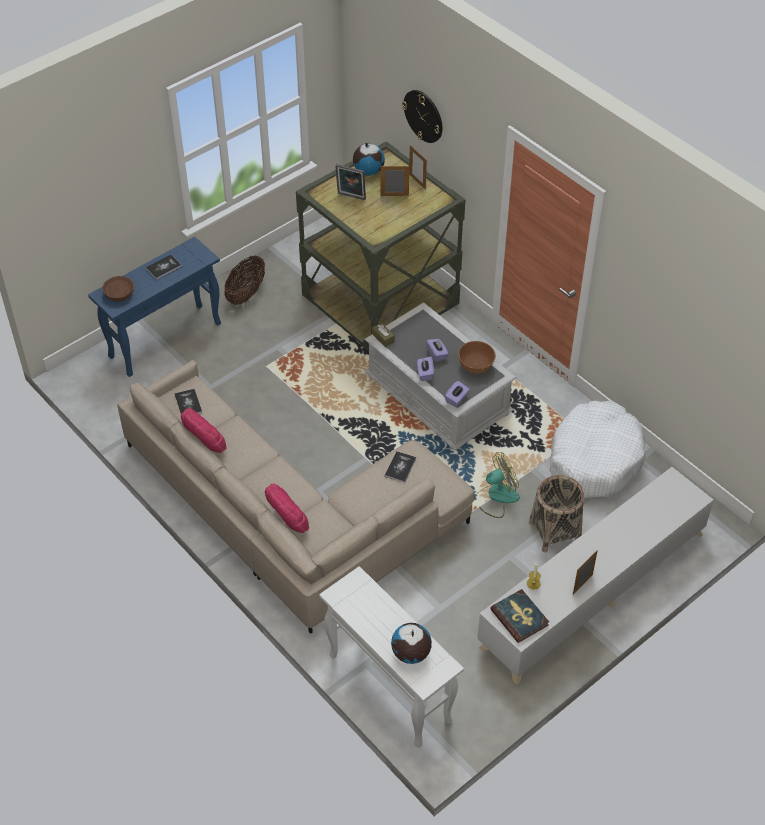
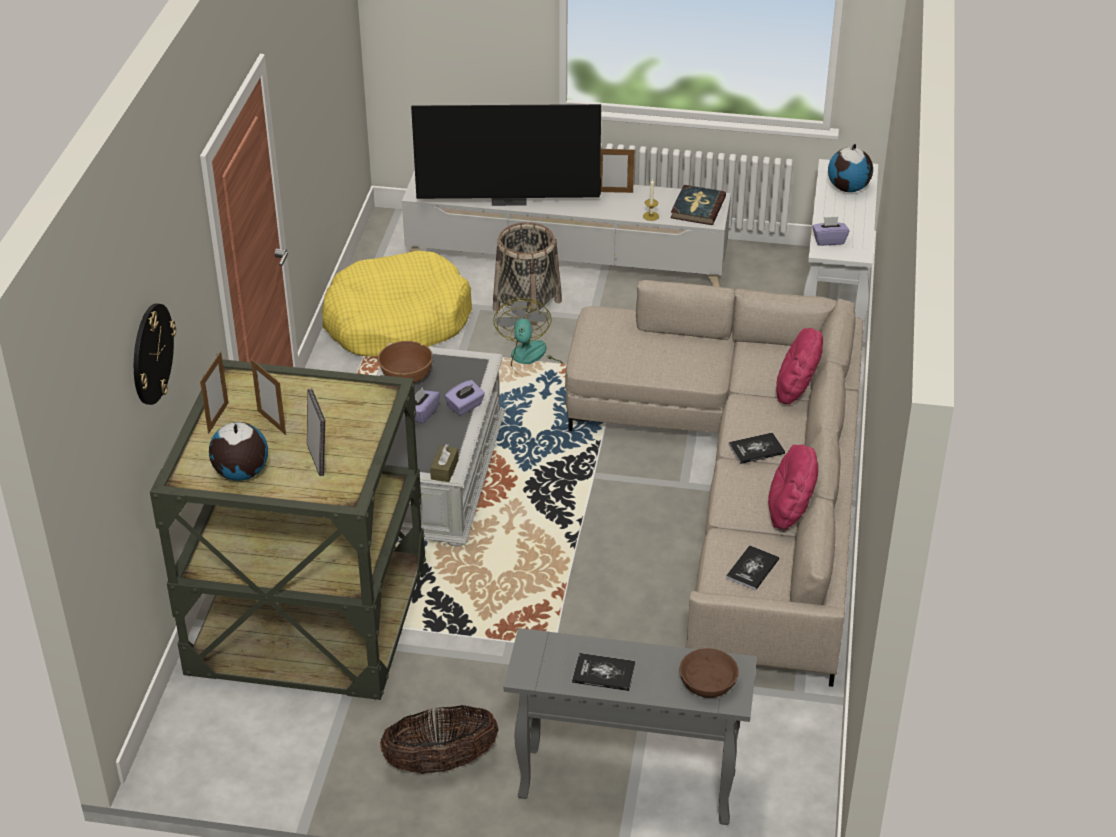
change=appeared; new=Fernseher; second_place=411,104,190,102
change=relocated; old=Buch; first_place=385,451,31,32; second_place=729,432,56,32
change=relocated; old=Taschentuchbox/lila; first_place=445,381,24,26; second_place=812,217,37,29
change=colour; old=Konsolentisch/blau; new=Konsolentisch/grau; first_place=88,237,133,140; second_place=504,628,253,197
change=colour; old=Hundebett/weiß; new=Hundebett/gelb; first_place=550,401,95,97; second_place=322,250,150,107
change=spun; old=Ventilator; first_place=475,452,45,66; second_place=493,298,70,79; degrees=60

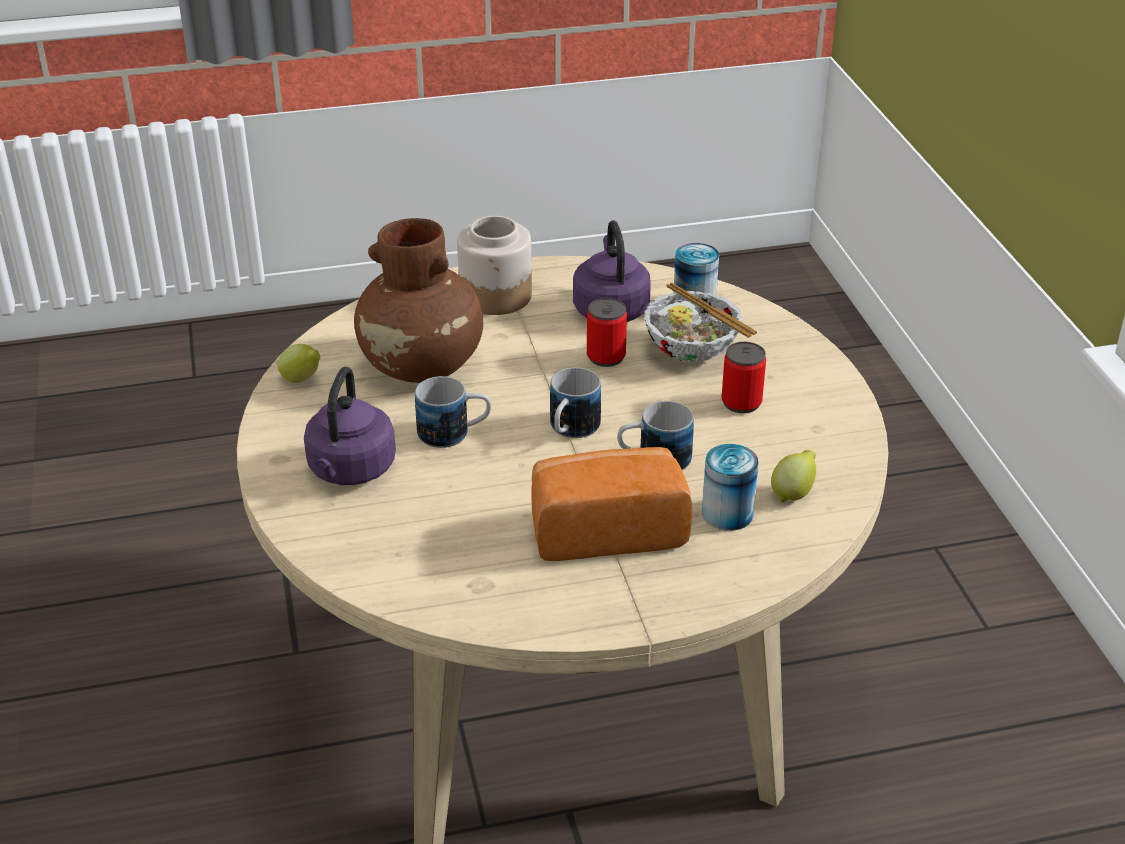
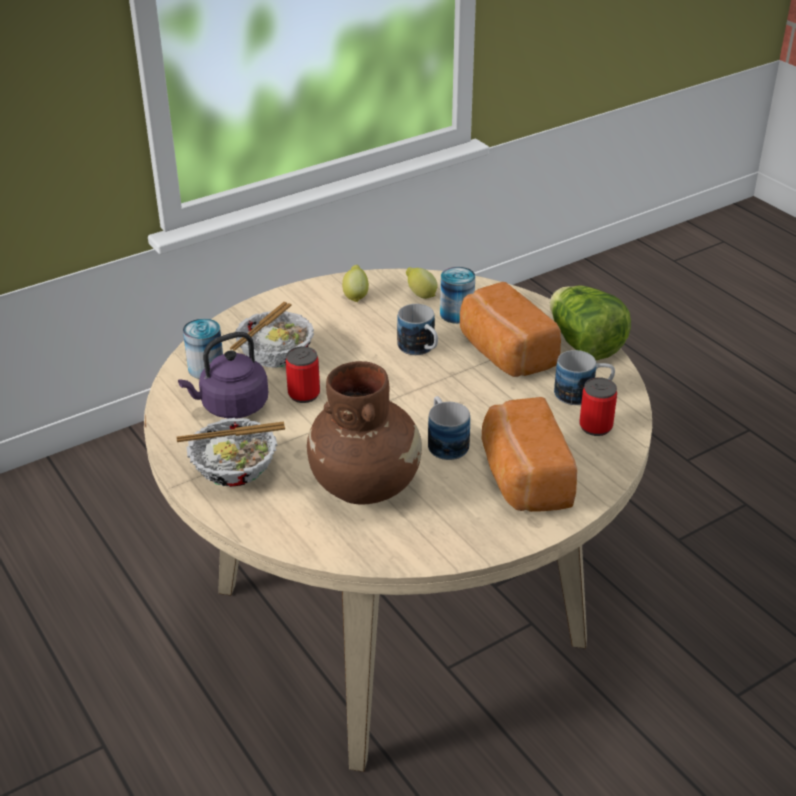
change=appeared; new=Salatkopf; second_place=550,285,81,75
change=relocated; old=Zitrone; first_place=278,344,42,39; second_place=342,265,27,37
change=relocated; old=Henkelbecher; first_place=550,367,51,71; second_place=554,350,61,55
change=relocated; old=Dose; first_place=721,342,45,71; second_place=579,377,38,59
change=exchanged; old=Wasserkessel/lila; new=Brot; first_place=304,367,92,118; second_place=482,397,95,115
change=exchanged; old=Vorratsglas; new=Schüssel; first_place=457,216,75,99; second_place=177,418,108,69

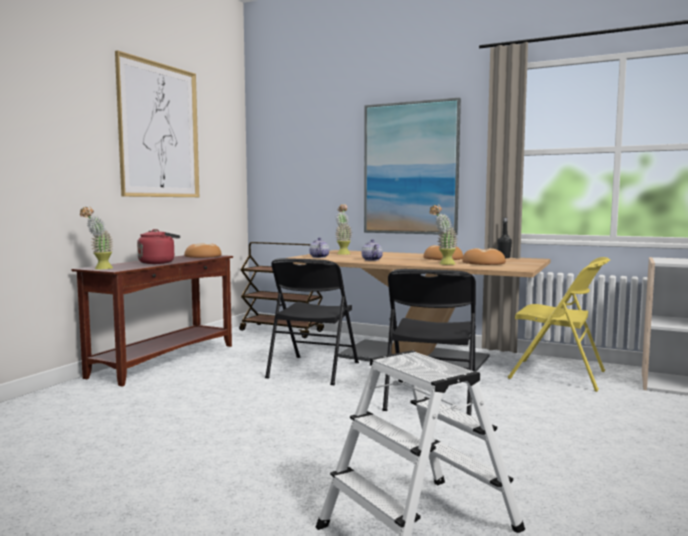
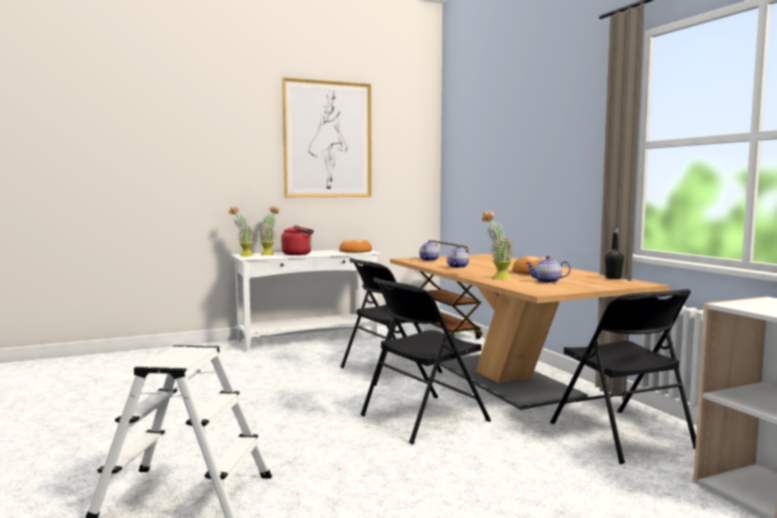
change=missing; old=Bild; first_place=364,98,97,137
change=relocated; old=Topfpflanze; first_place=335,204,18,51; second_place=259,206,21,49
change=exchanged; old=Brot; new=Teekanne; first_place=462,248,44,17; second_place=526,256,45,27
change=colour; old=Konsolentisch/braun; new=Konsolentisch/weiß; first_place=72,255,161,132; second_place=231,250,150,101
change=colour; old=Stuhl/gelb; new=Stuhl/schwarz; first_place=508,257,102,135; second_place=550,289,146,175

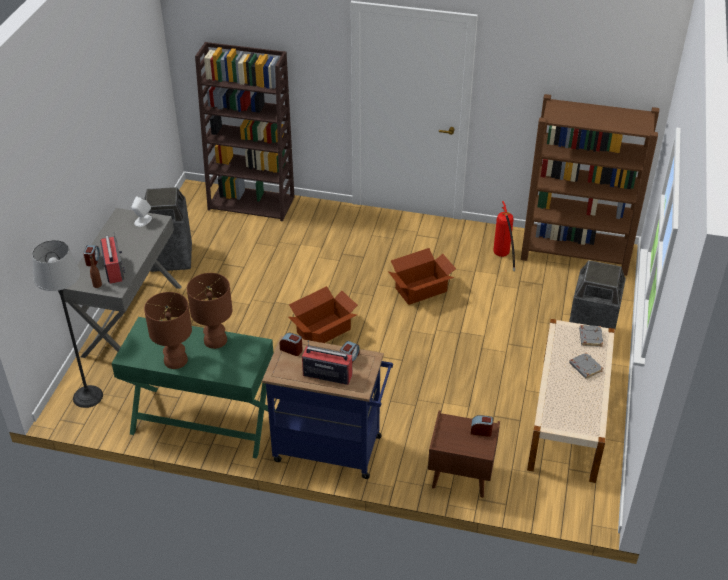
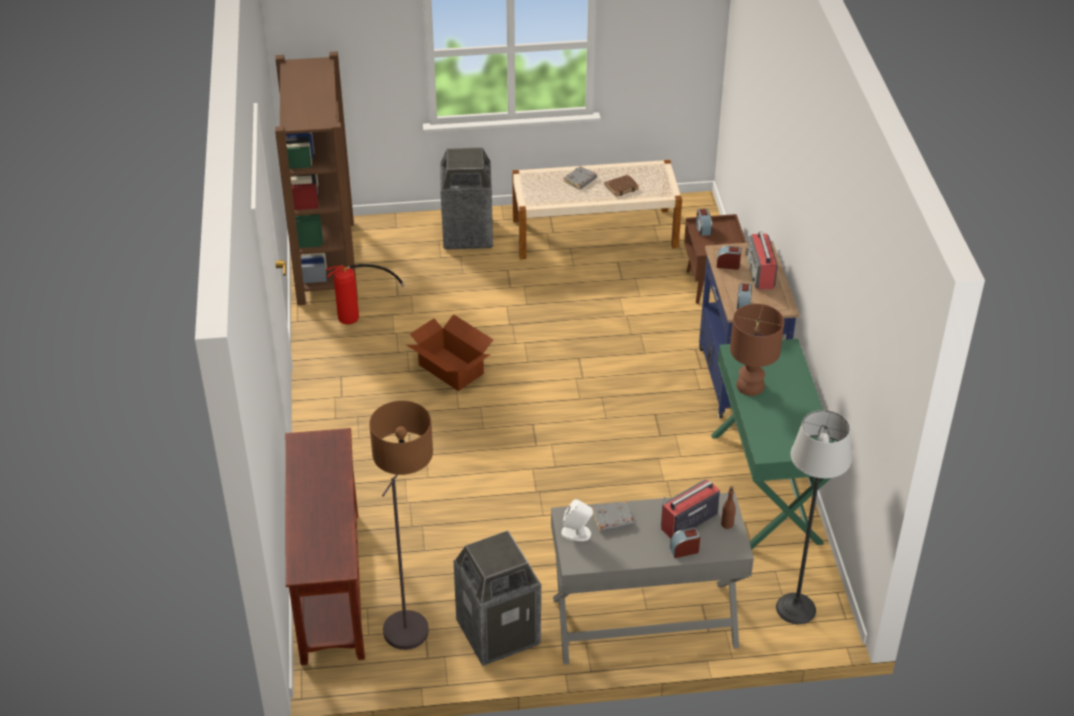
change=missing; old=Tischlampe/braun; first_place=144,292,48,77
change=missing; old=Karton; first_place=288,286,70,57
change=appeared; new=Stehlampe/braun; second_place=369,401,64,249
change=appeared; new=Buch/braun; second_place=605,175,34,22
change=relocated; old=Buch/grau; first_place=579,325,24,22; second_place=592,502,42,31
change=exchanged; old=Bücherregal/braun; new=Konsolentisch/braun; first_place=195,42,99,179; second_place=285,428,80,237

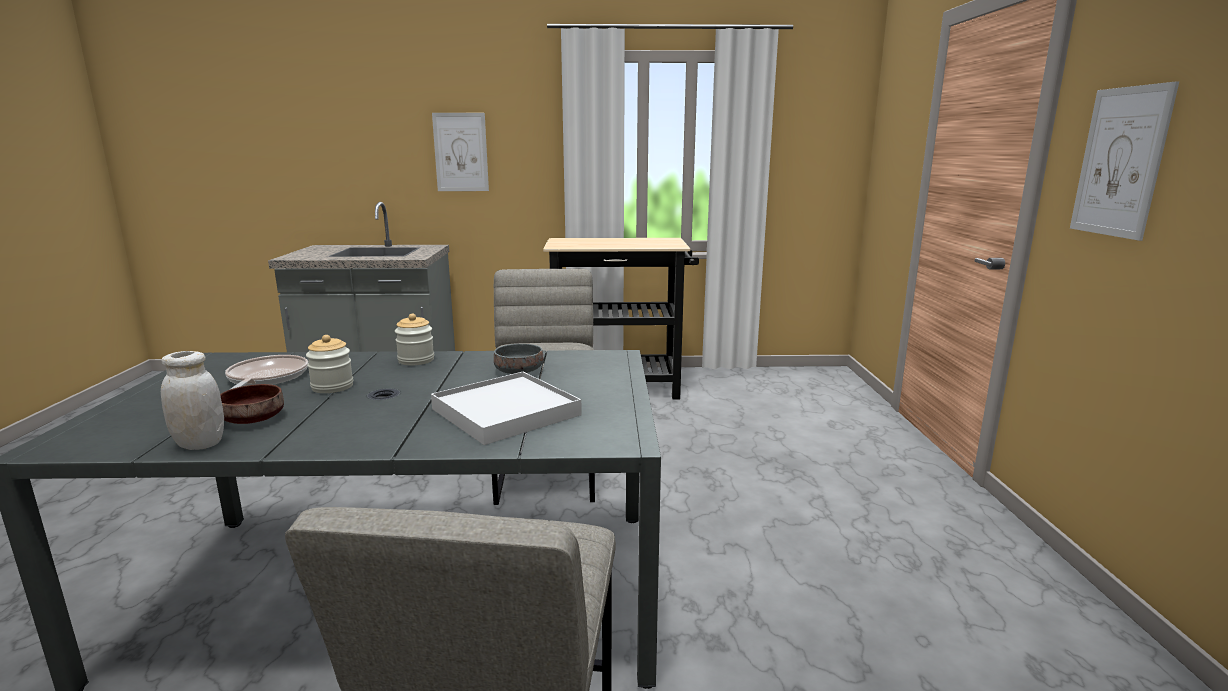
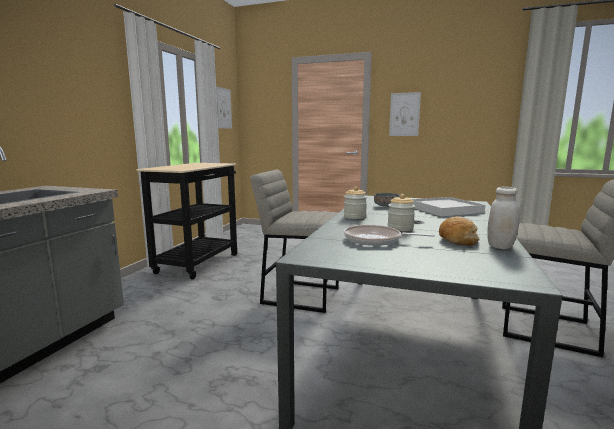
change=relocated; old=Bild; first_place=432,113,57,78; second_place=216,86,16,43
change=exchanged; old=Schüssel/braun; new=Brot; first_place=220,384,64,40; second_place=439,216,41,30

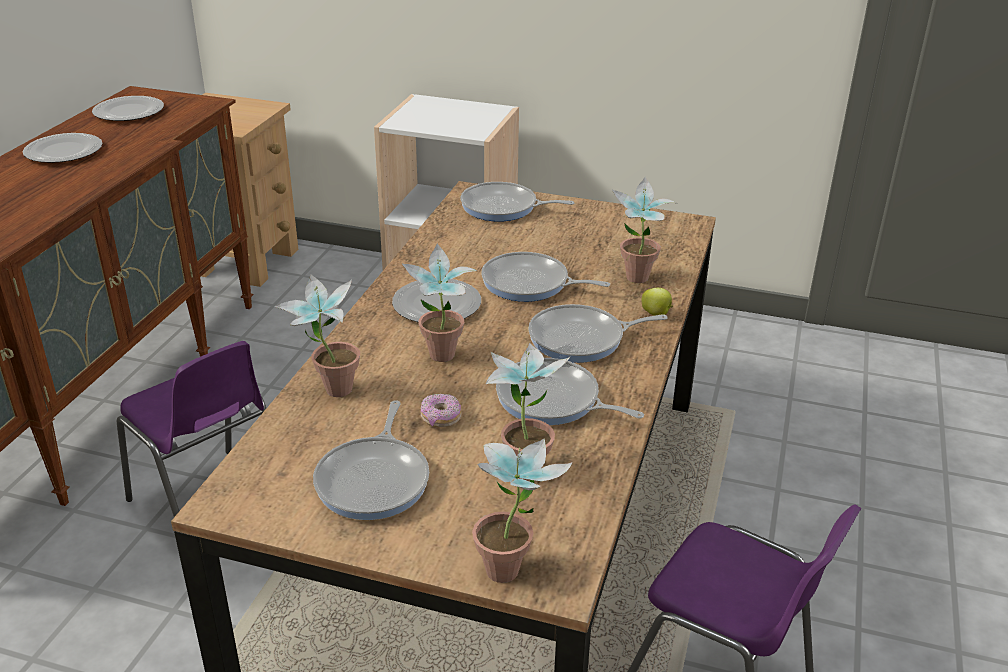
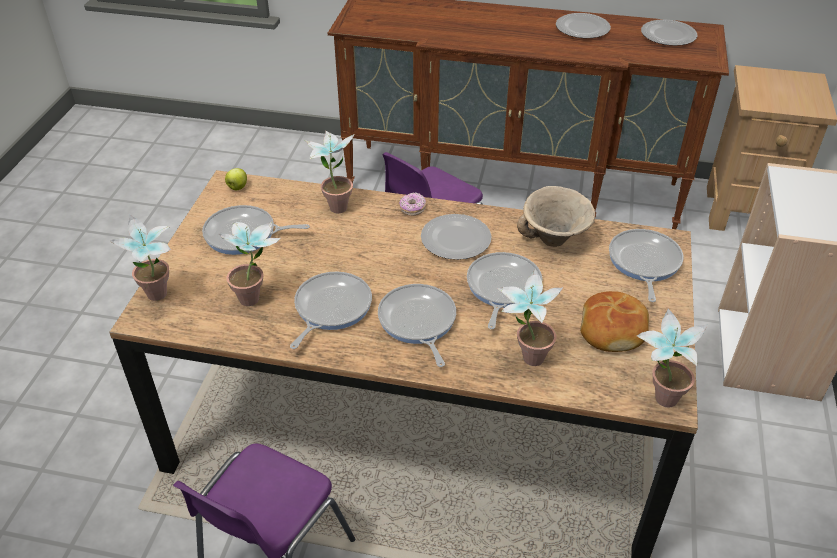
change=appeared; new=Schüssel/beige; second_place=517,186,78,61
change=appeared; new=Brot; second_place=580,291,69,61
change=relocated; old=Topfpflanze; first_place=402,244,75,118; second_place=637,309,70,99
change=relocated; old=Donut; first_place=421,394,40,34; second_place=399,192,27,24
change=relocated; old=Apfel; first_place=641,288,32,28; second_place=225,168,22,22

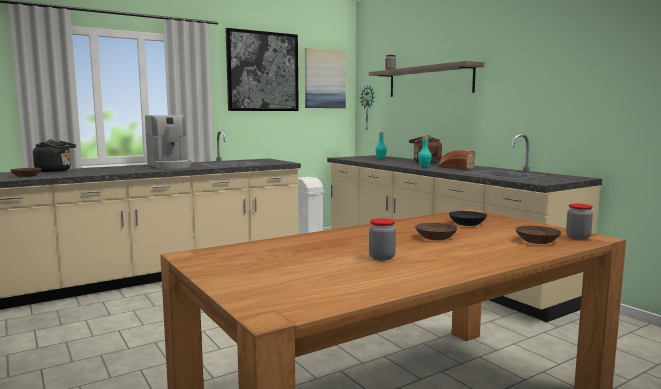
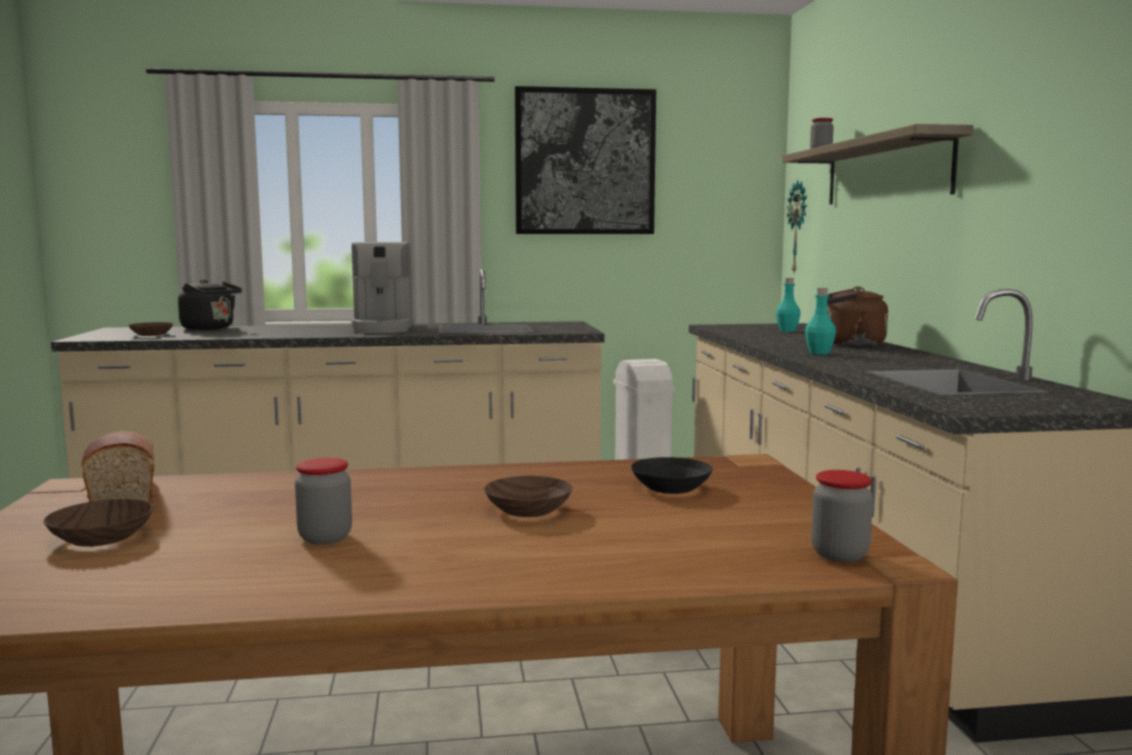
change=missing; old=Bild; first_place=305,48,41,60
change=relocated; old=Brot; first_place=439,150,36,20; second_place=81,431,73,72
change=relocated; old=Schüssel/braun; first_place=515,226,46,18; second_place=43,499,110,48

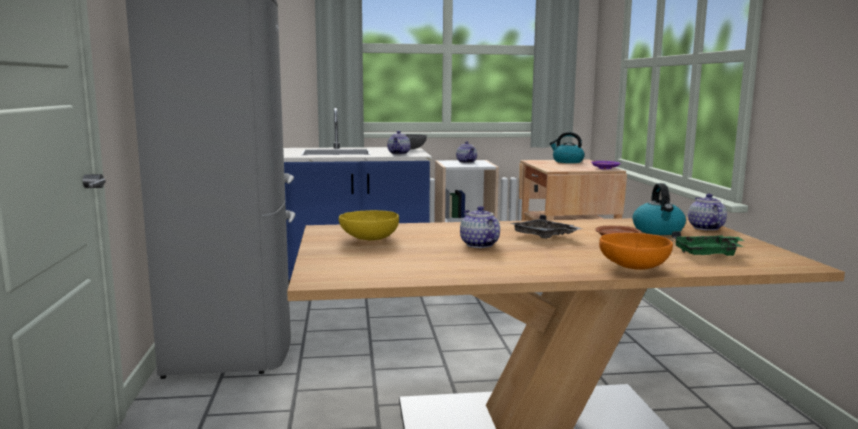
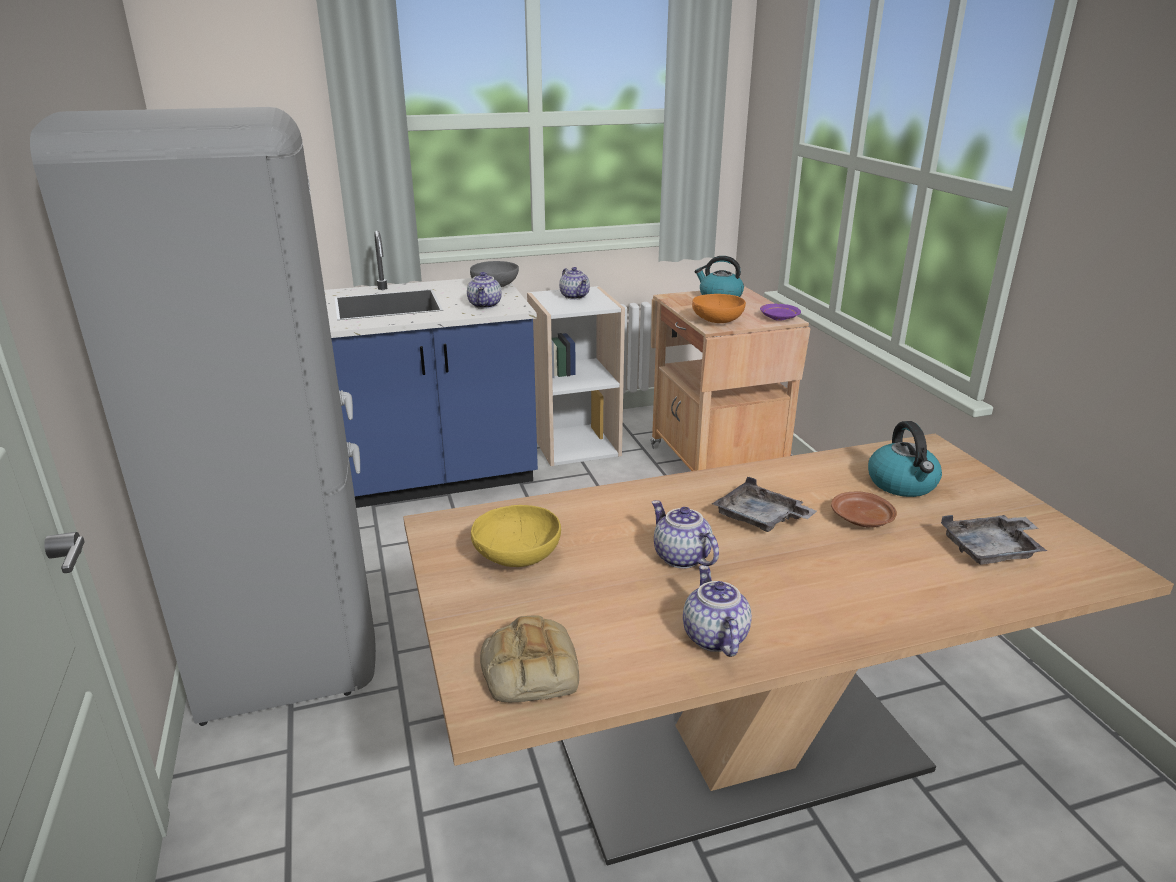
change=appeared; new=Brot; second_place=480,615,99,87
change=relocated; old=Schüssel/orange; first_place=599,233,74,37; second_place=692,294,54,29
change=relocated; old=Teekanne; first_place=688,194,39,37; second_place=683,565,69,92
change=colour; old=Tablett/grün; new=Tablett/grau; first_place=672,231,72,25; second_place=941,514,106,50

